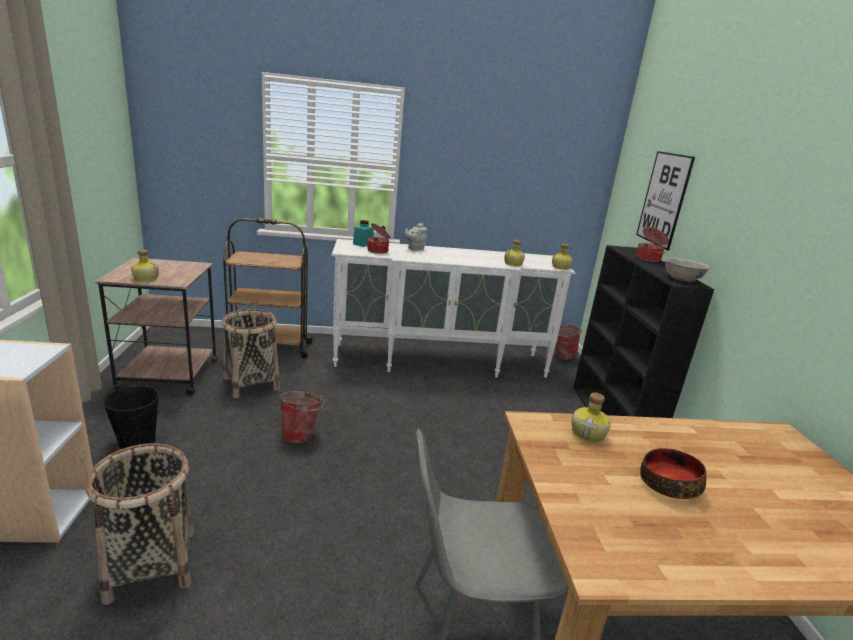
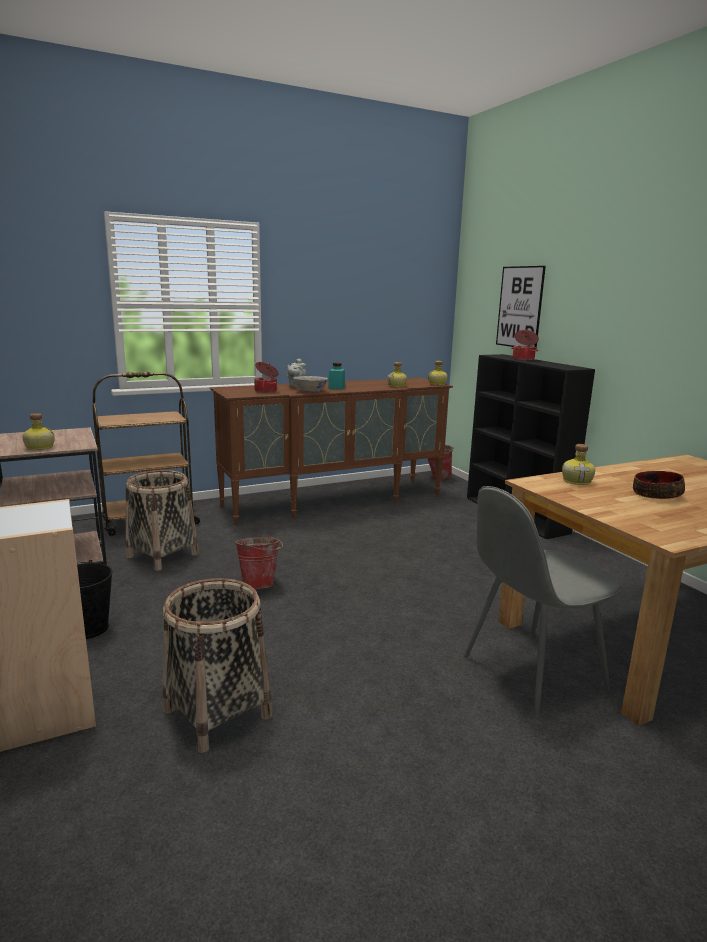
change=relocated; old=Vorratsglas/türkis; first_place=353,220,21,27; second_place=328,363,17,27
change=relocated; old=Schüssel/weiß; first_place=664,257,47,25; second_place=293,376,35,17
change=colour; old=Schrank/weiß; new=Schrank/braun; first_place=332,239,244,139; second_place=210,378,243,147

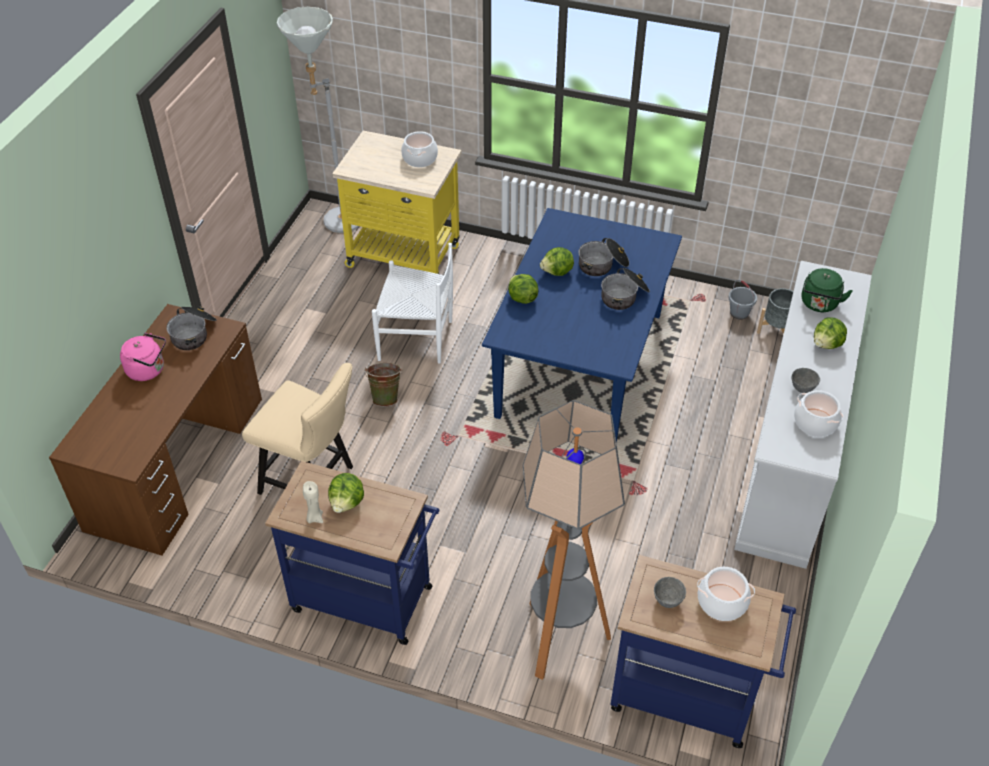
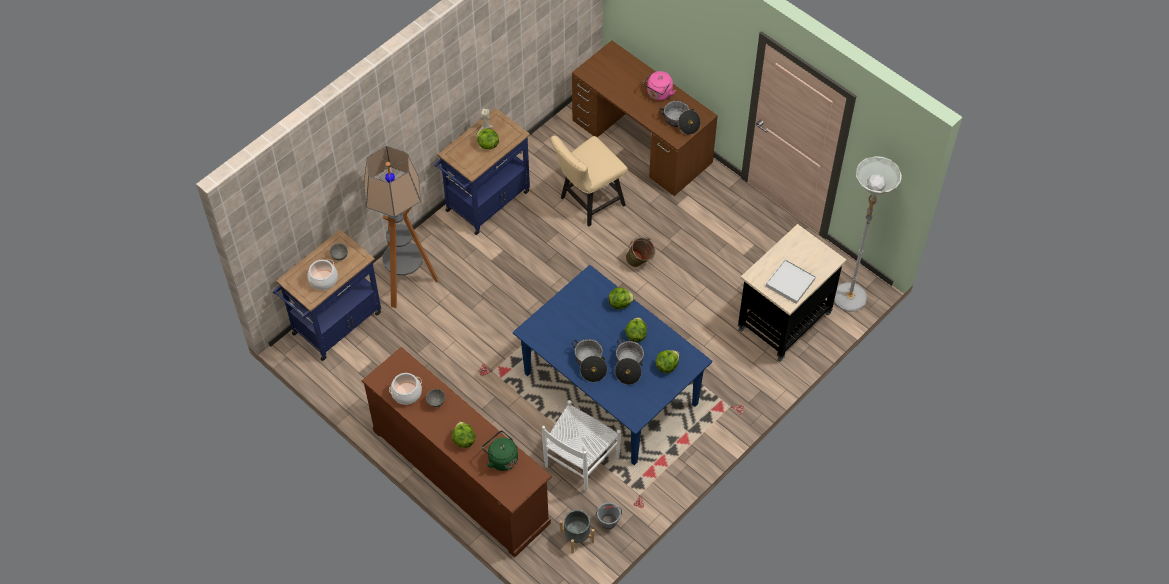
change=appeared; new=Salatkopf; second_place=655,350,24,23
change=relocated; old=Stuhl/weiß; first_place=372,243,81,121; second_place=542,400,79,92
change=exchanged; old=Kochtopf; new=Tablett/weiß; first_place=401,131,37,36; second_place=766,259,50,45
change=colour; old=Rollwagen/gelb; new=Rollwagen/schwarz; first_place=332,131,129,143; second_place=738,224,109,138
change=colour; old=Schrank/weiß; new=Schrank/braun; first_place=734,261,138,308; second_place=362,347,190,211

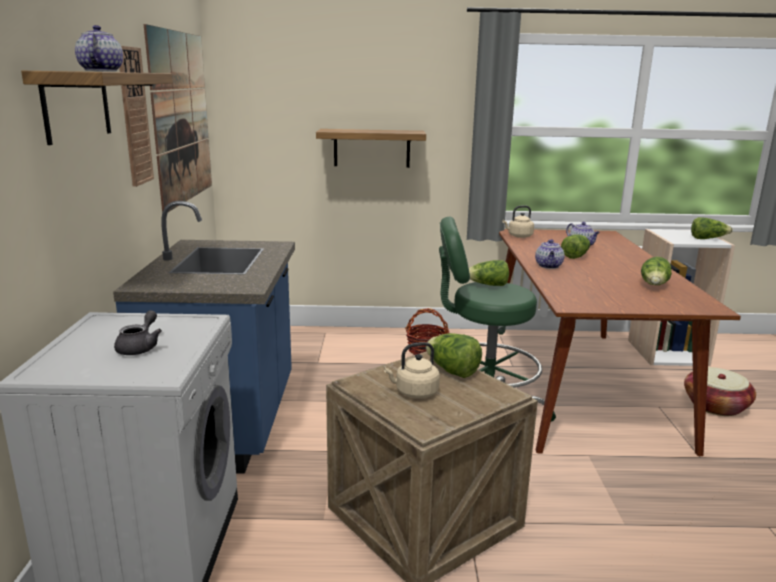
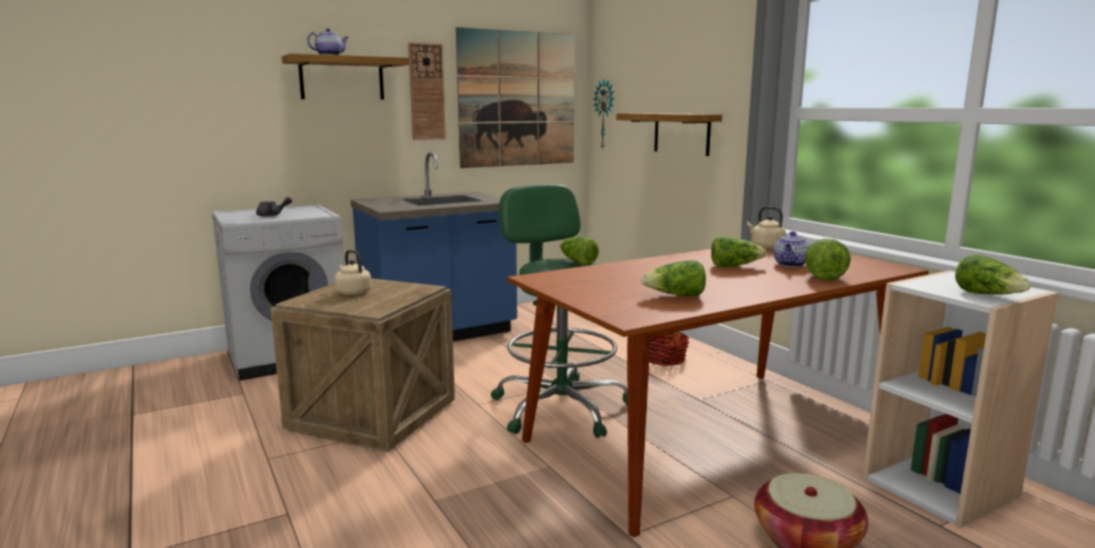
change=missing; old=Teekanne; first_place=535,239,30,30
change=appeared; new=Wanduhr; second_place=593,79,22,71
change=relocated; old=Salatkopf; first_place=426,333,56,45; second_place=805,238,46,43

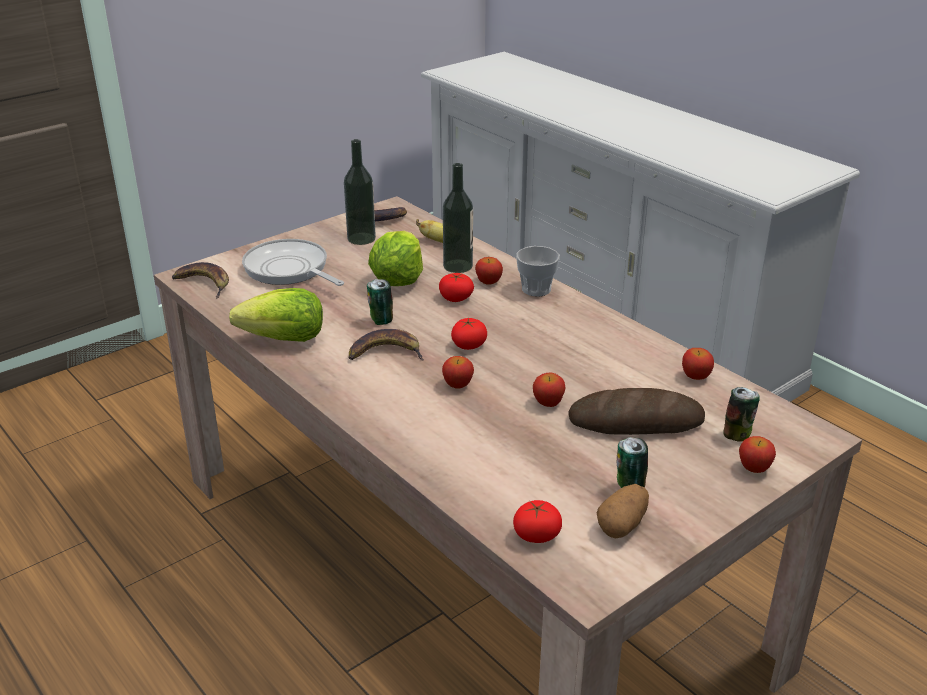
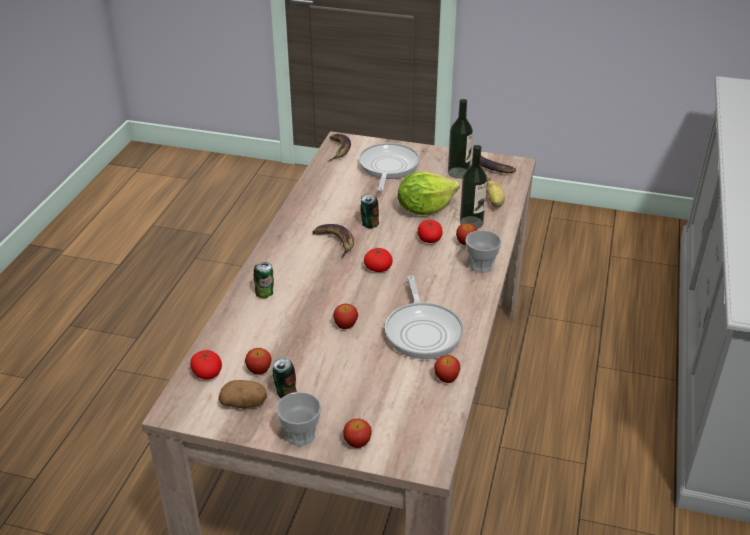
change=missing; old=Salatkopf; first_place=229,288,94,54
change=missing; old=Brot; first_place=569,388,136,47
change=appeared; new=Tasse; second_place=276,392,45,54
change=appeared; new=Pfanne; second_place=385,276,79,83
change=relocated; old=Apfel; first_place=442,356,32,33; second_place=245,348,27,27
change=relocated; old=Dose; first_place=723,387,37,55; second_place=254,262,20,36

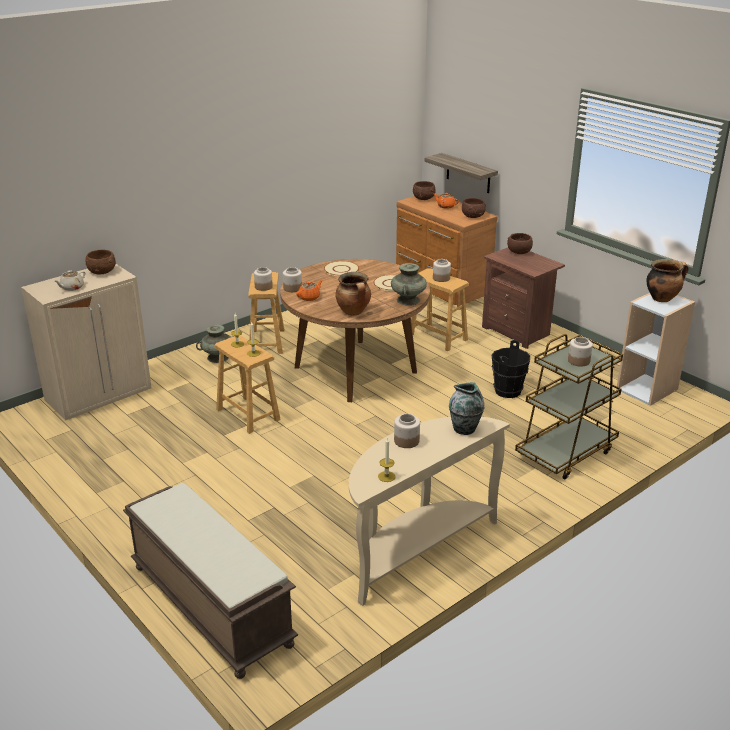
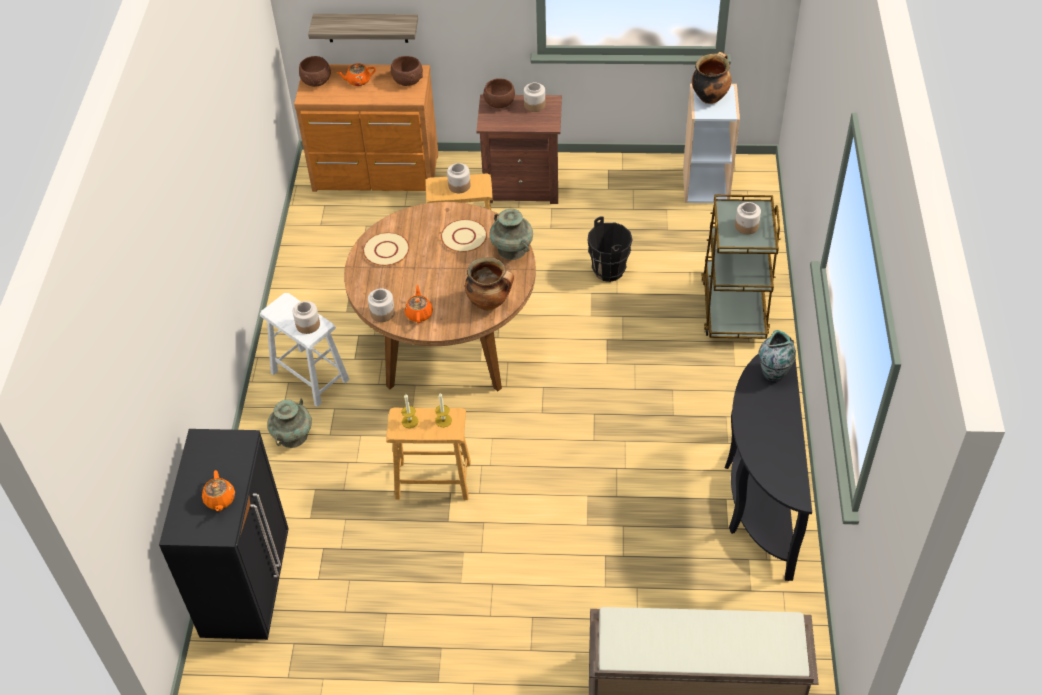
change=missing; old=Schüssel/braun; first_place=85,250,31,24
change=missing; old=Kerze; first_place=378,438,18,44
change=relocated; old=Vorratsglas; first_place=394,414,26,34; second_place=524,83,21,29
change=colour; old=Schrank/beige; new=Schrank/schwarz; first_place=21,264,131,157; second_place=159,429,130,211
change=colour; old=Teekanne/beige; new=Teekanne/orange; first_place=55,270,30,21; second_place=202,470,33,41
change=colour; old=Hocker/braun; new=Hocker/weiß; first_place=248,272,37,82; second_place=260,293,90,114
change=colour; old=Konsolentisch/beige; new=Konsolentisch/schwarz; first_place=349,416,161,190; second_place=725,340,87,241

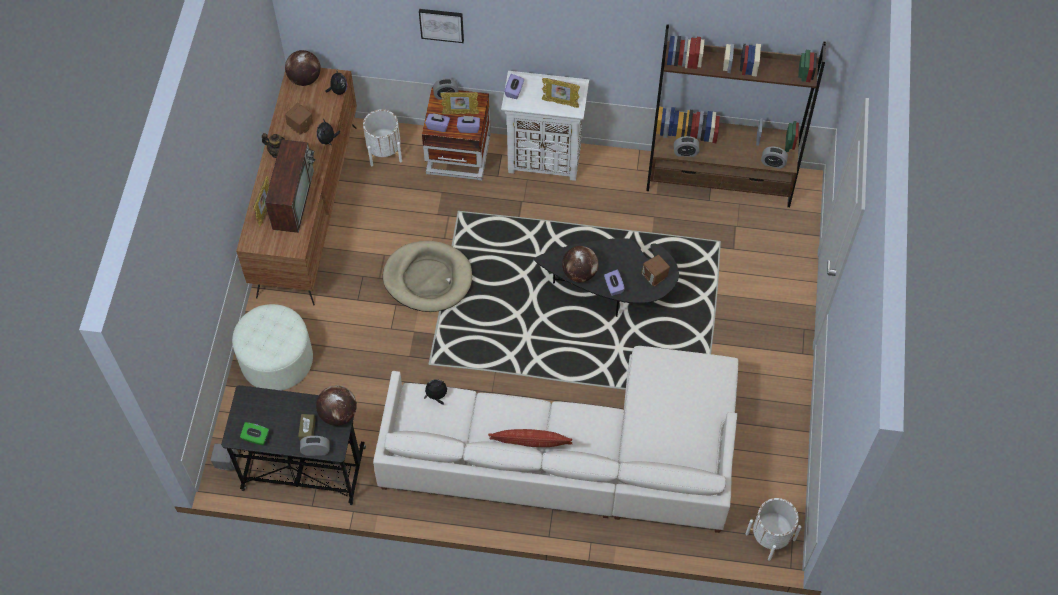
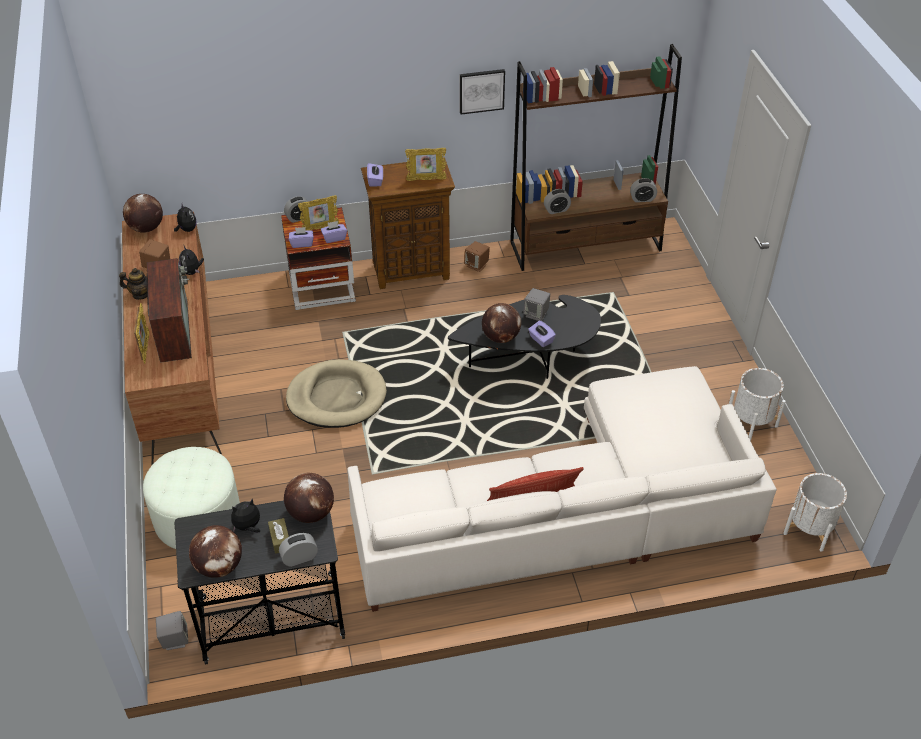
change=appeared; new=Lautsprecher/grau; second_place=523,288,27,33
change=relocated; old=Pflanzkübel/weiß; first_place=363,109,39,57; second_place=729,368,57,73
change=relocated; old=Bild; first_place=419,9,45,34; second_place=460,69,45,46
change=relocated; old=Plüschtier; first_place=424,379,23,26; second_place=231,498,29,35
change=relocated; old=Lautsprecher/braun; first_place=641,255,29,31; second_place=464,241,26,31
change=exchanged; old=Taschentuchbox/grün; new=Globus; first_place=240,422,29,23; second_place=189,525,53,53
change=colour; old=Schrank/weiß; new=Schrank/braun; first_place=501,71,88,110; second_place=361,157,94,132

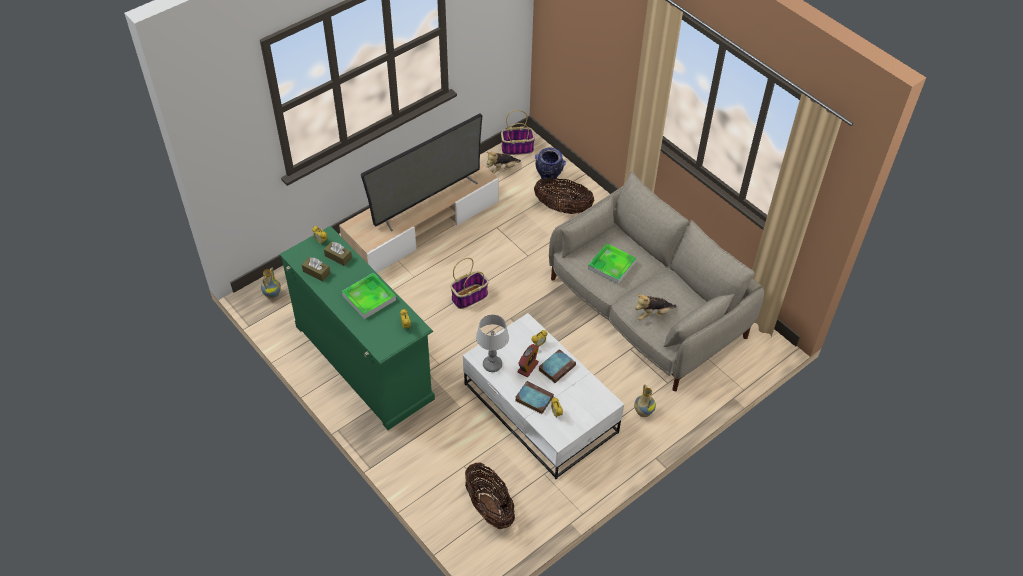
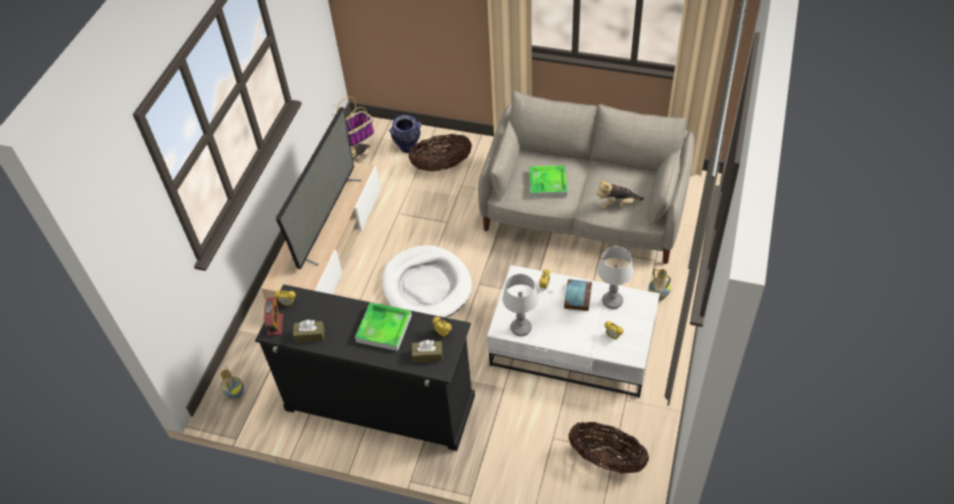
change=missing; old=Buch; first_place=515,381,39,33
change=appeared; new=Tischlampe; second_place=598,247,36,62
change=relocated; old=Taschentuchbox/braun; first_place=324,241,28,25; second_place=412,340,30,23
change=relocated; old=Wecker; first_place=517,344,22,33; second_place=264,297,19,39
change=exchanged; old=Korb; new=Hundebett/weiß; first_place=450,258,39,51; second_place=382,245,90,73
change=colour; old=Schrank/grün; new=Schrank/schwarz; first_place=279,226,156,204; second_place=255,284,220,167
change=spun; old=Plüschtier; first_place=635,295,42,25; second_place=596,180,48,28; degrees=45

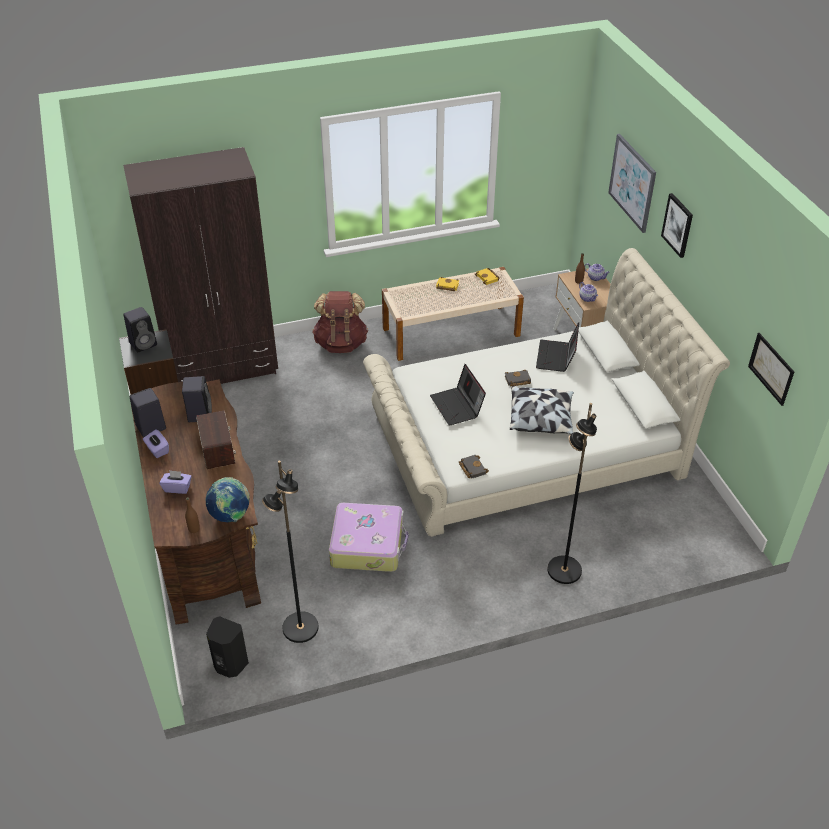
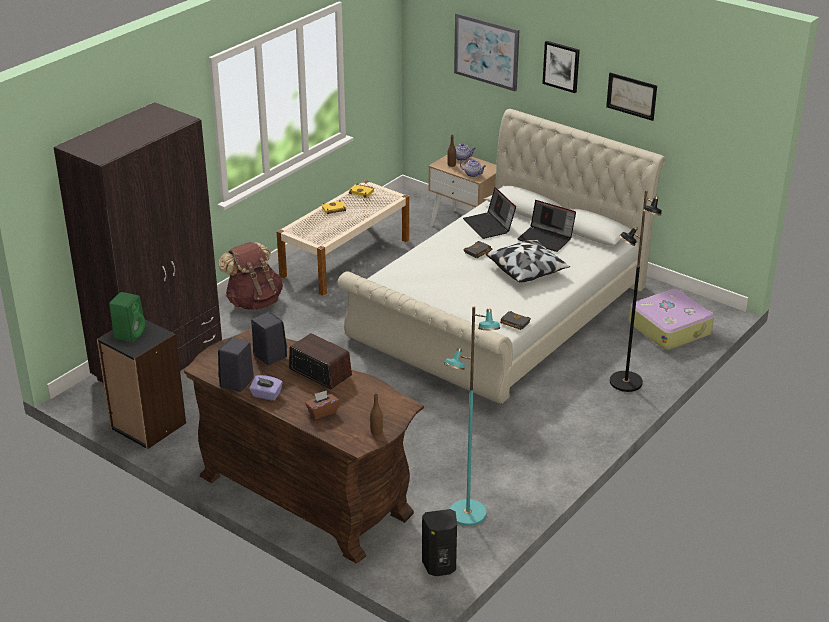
change=missing; old=Globus; first_place=206,477,44,45
change=relocated; old=Koffer; first_place=329,503,80,69; second_place=629,289,85,61
change=relocated; old=Laptop; first_place=430,364,56,62; second_place=517,200,59,52
change=relocated; old=Bild; first_place=748,333,46,73; second_place=606,73,51,48
change=colour; old=Lautsprecher/schwarz; new=Lautsprecher/grün; first_place=123,307,34,46; second_place=109,292,36,50
change=colour; old=Taschentuchbox/lila; new=Taschentuchbox/braun; first_place=159,470,33,24; second_place=305,390,34,29
change=colour; old=Stehlampe/schwarz; new=Stehlampe/türkis; first_place=262,461,57,182; second_place=444,306,56,220

